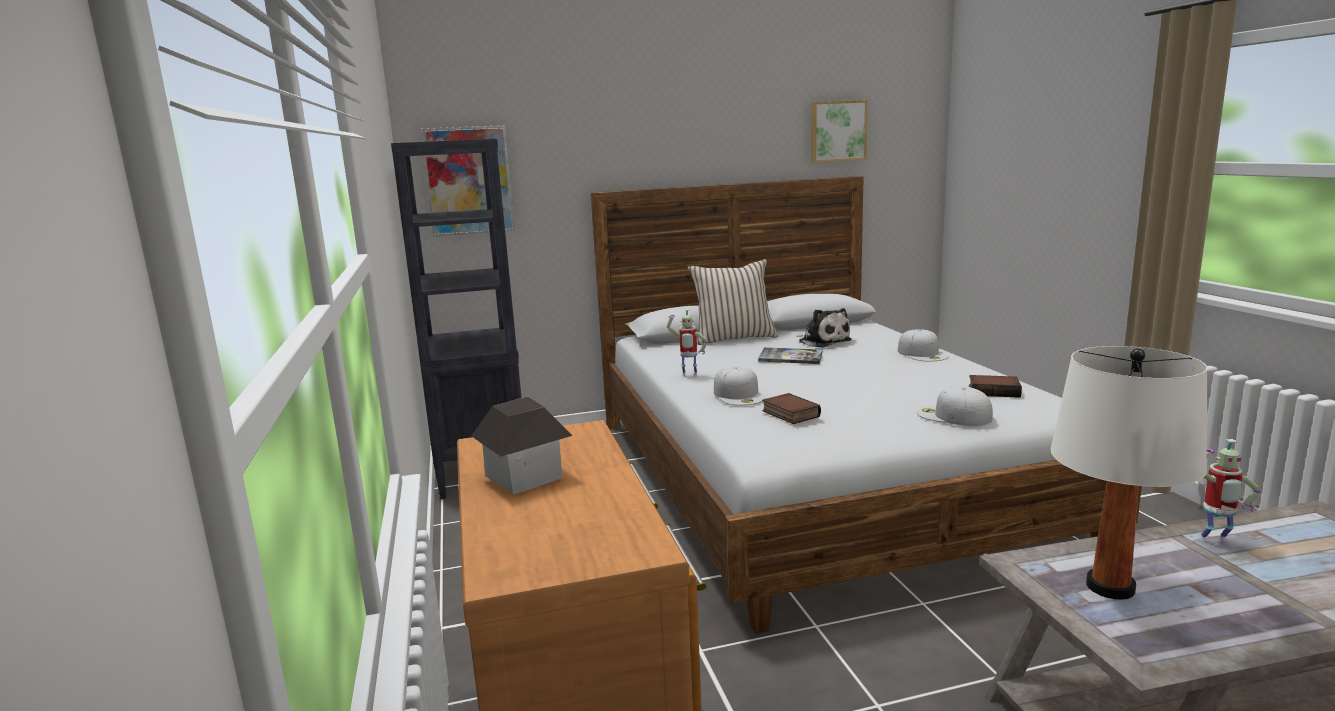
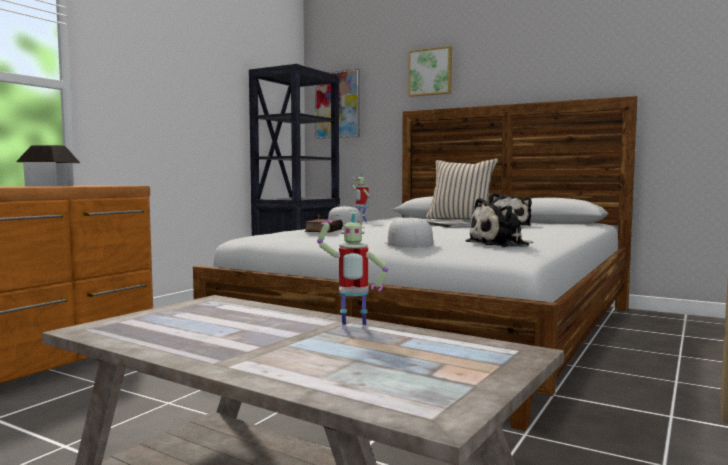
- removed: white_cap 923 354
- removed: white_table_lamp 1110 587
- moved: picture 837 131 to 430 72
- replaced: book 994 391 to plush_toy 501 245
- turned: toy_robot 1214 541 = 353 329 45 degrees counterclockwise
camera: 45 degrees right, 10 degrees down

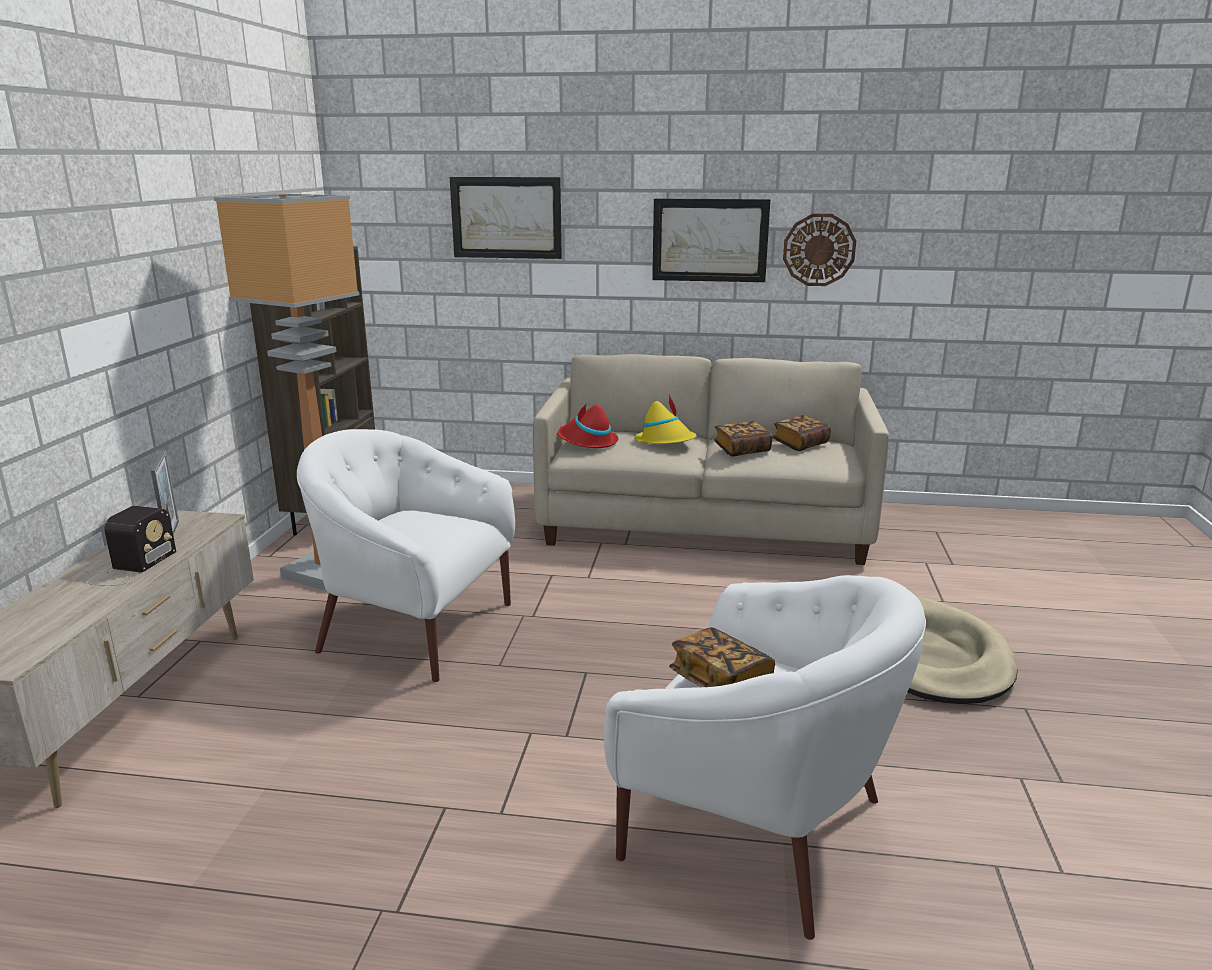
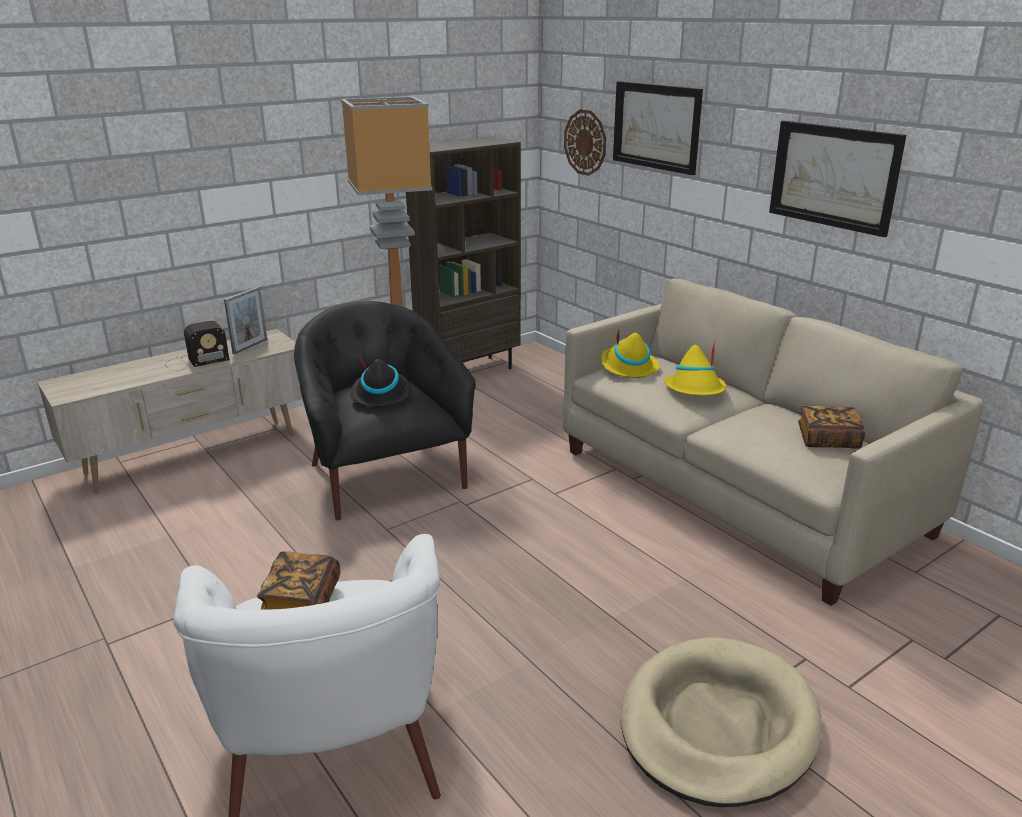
- removed: book 742 450
- added: black_hat 381 394
- moved: wall_clock 819 250 to 585 142
- recoloured: white_armchair 414 628 to black_armchair 385 476
- recoloured: red_hat 587 441 to yellow_hat 628 367
camera: 45 degrees right, 5 degrees up

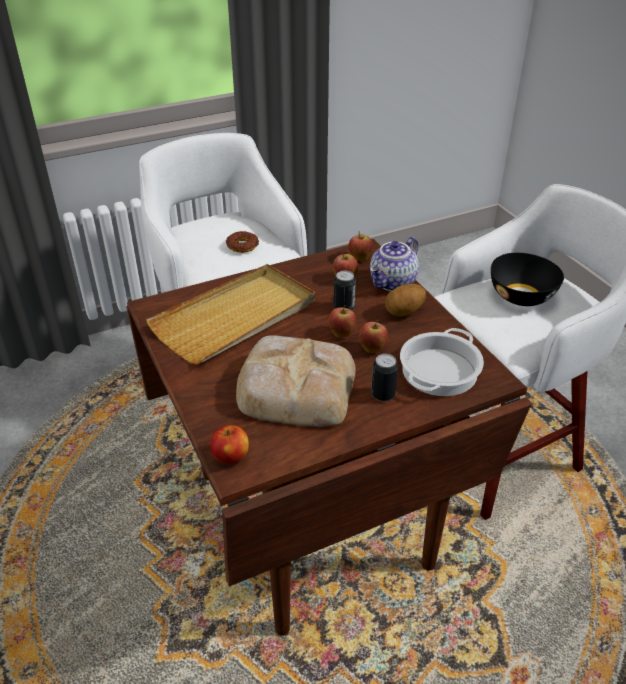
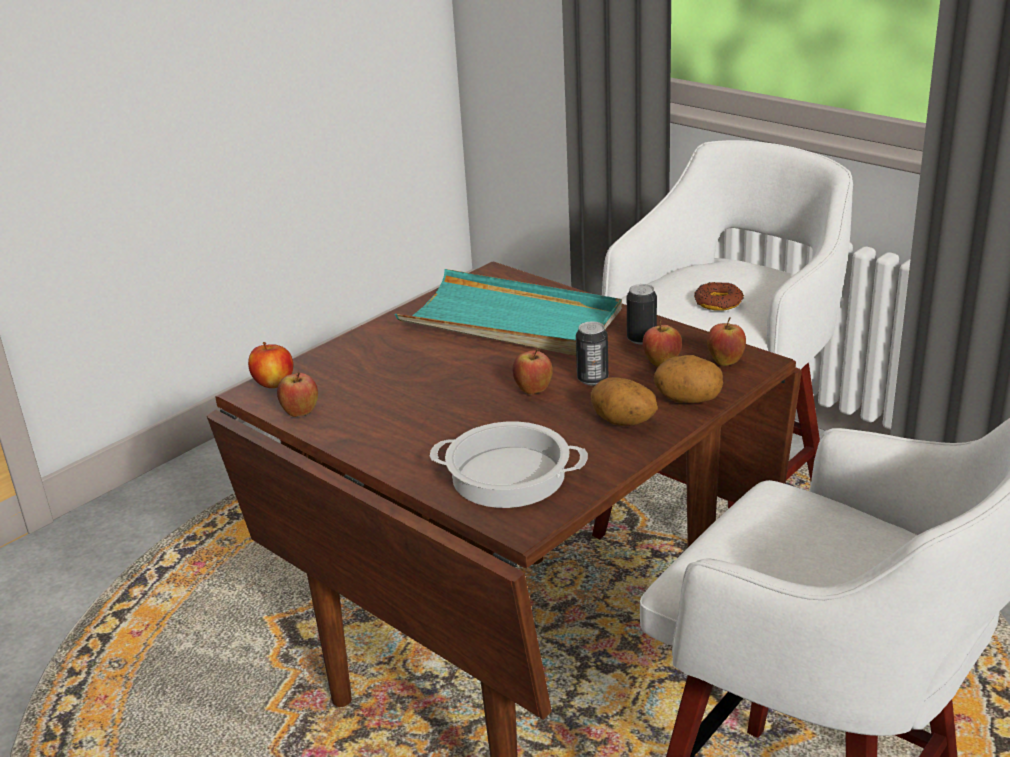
- removed: bread 294 387
- removed: black_bowl 522 296
- moved: apple 372 349 to 300 414
- moved: can 383 394 to 641 339
- replaced: teapot 393 283 to potato 688 400
- recoloured: beige_tray 236 317 to turquoise_tray 511 321
camera: 70 degrees right, 10 degrees down

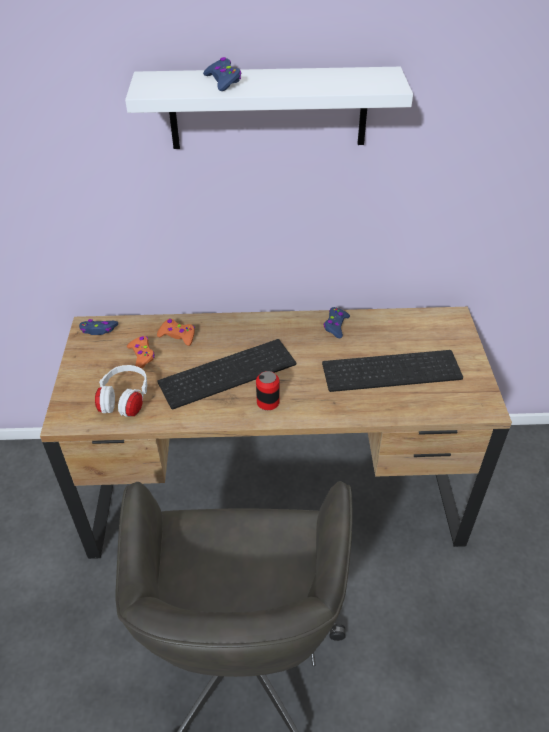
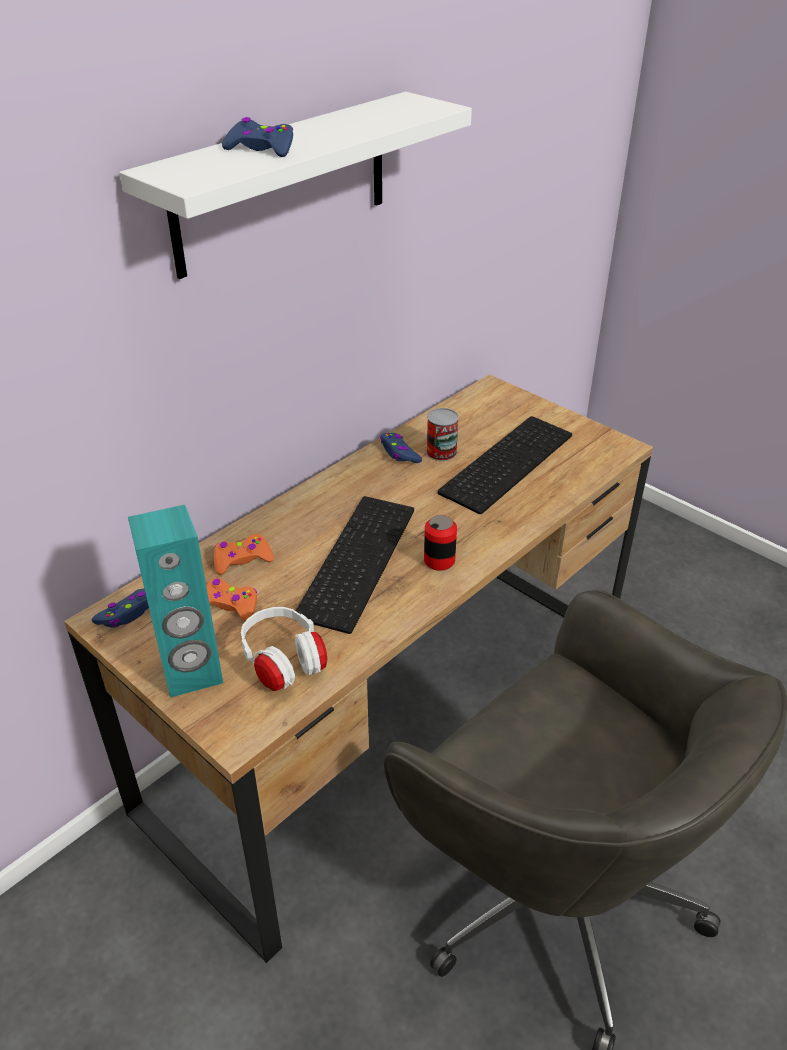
- added: turquoise_speaker 192 673
- added: can 441 452
camera: 45 degrees left, 5 degrees down

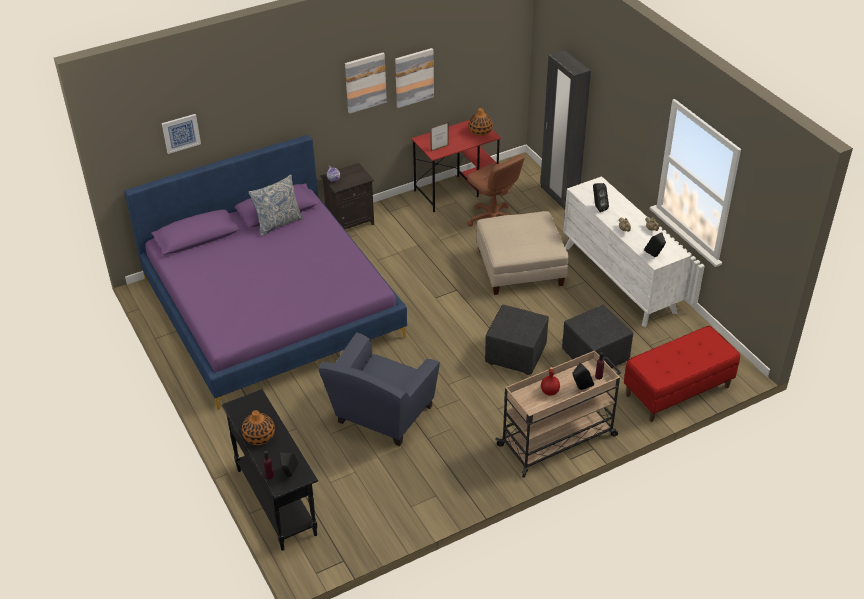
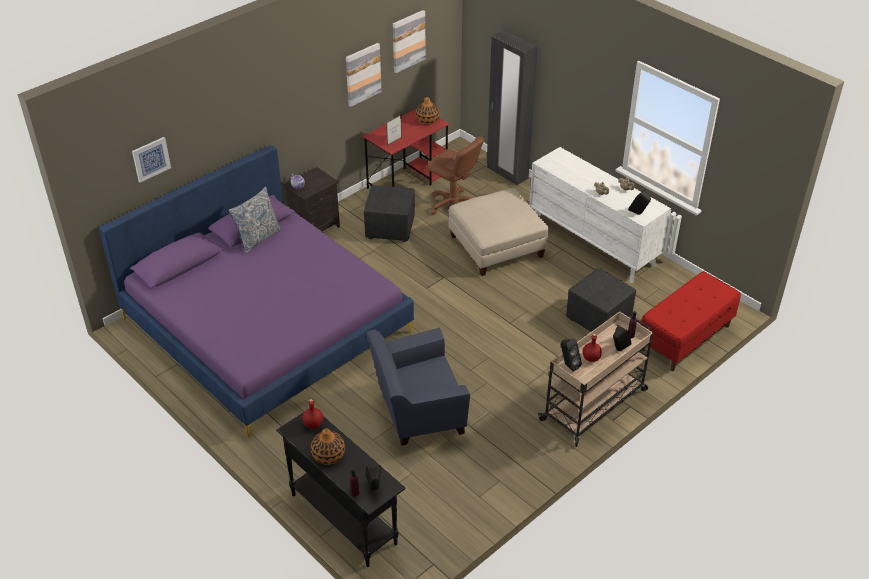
- added: red_bottle 313 424
- moved: picture 365 82 to 408 41
- moved: black_ottoman 515 355 to 389 228
- moved: black_speaker 598 207 to 568 365
- turned: blue_armchair 381 416 = 417 413 60 degrees clockwise
camera: 15 degrees left, 0 degrees up

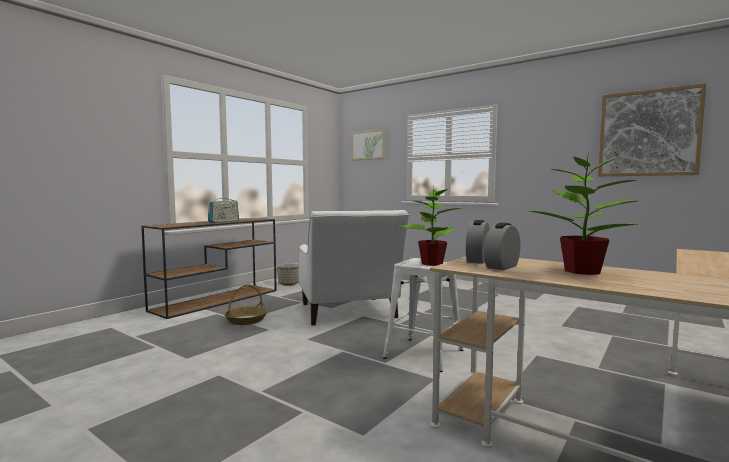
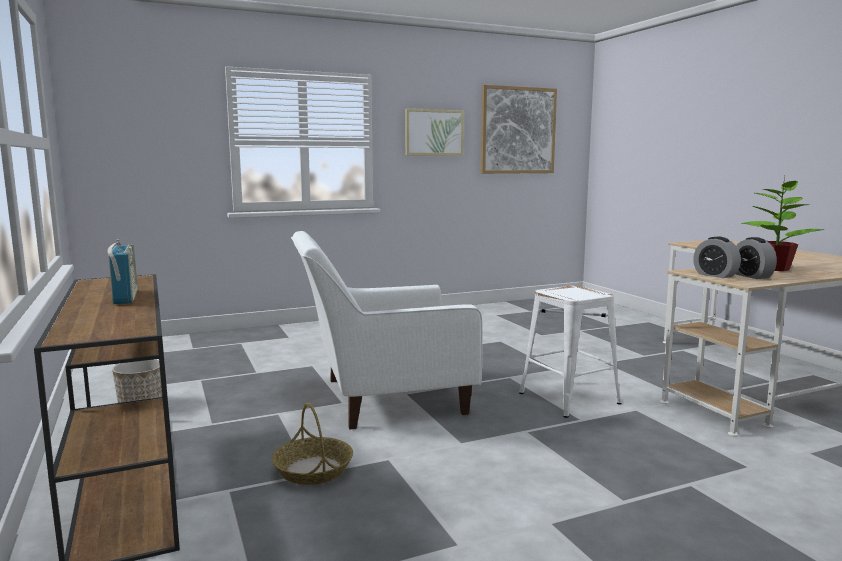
- removed: potted_plant 431 263
- moved: picture 368 145 to 434 132
- turned: white_armchair 349 313 = 382 398 150 degrees clockwise
camera: 60 degrees left, 5 degrees up

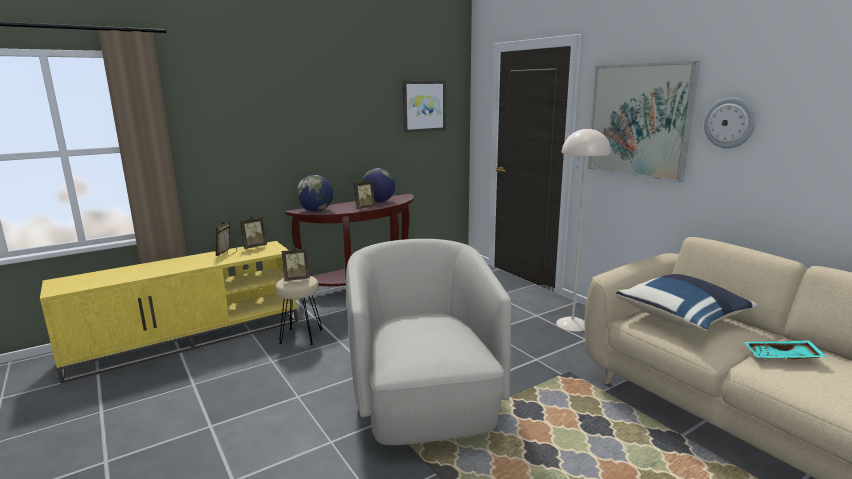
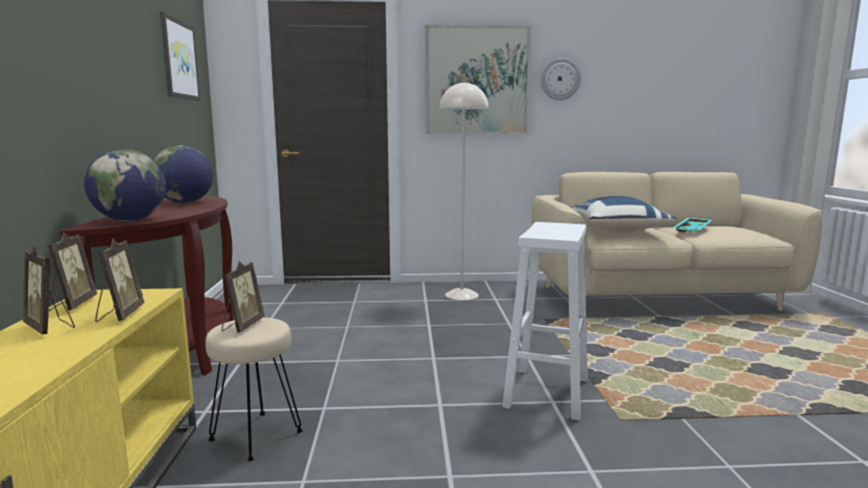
- moved: picture_frame 364 208 to 120 315
- replaced: beige_armchair 425 404 to white_stool 547 391
camera: 60 degrees left, 5 degrees down

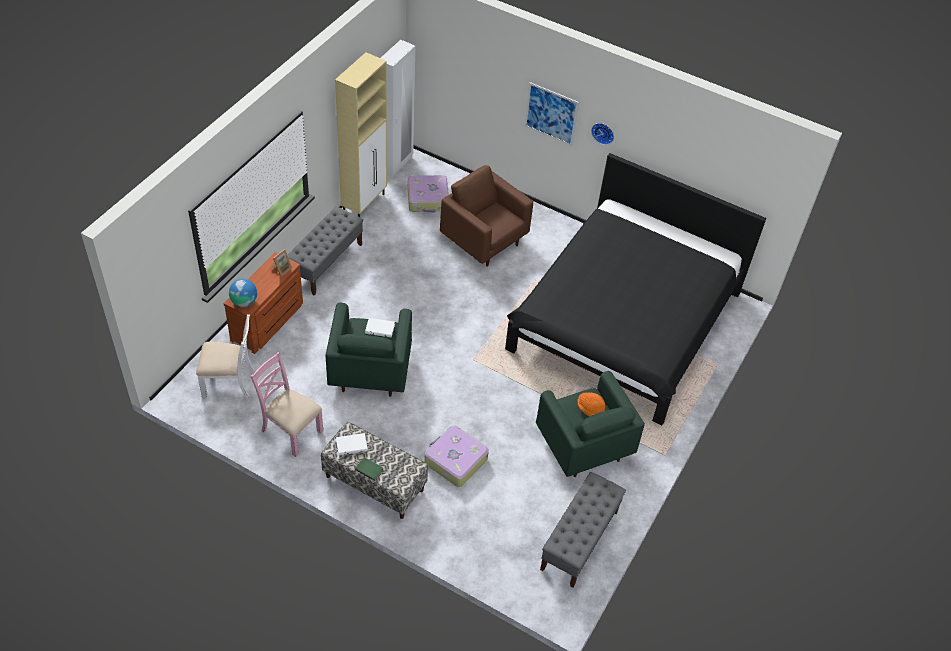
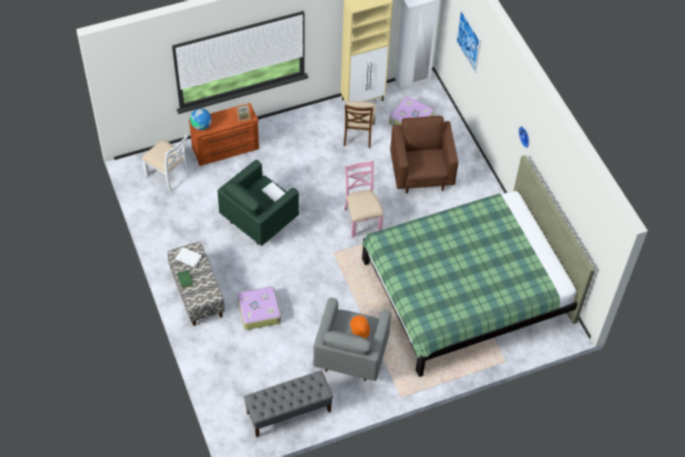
- removed: grey_bench 326 263
- added: brown_chair 358 134
- moved: pink_chair 291 430 to 362 219
- moved: picture 551 114 to 468 40
- recoloured: black_bed 624 321 to green_bed 466 290
- recoloured: green_armchair 583 446 to grey_armchair 350 355
camera: 40 degrees right, 5 degrees up

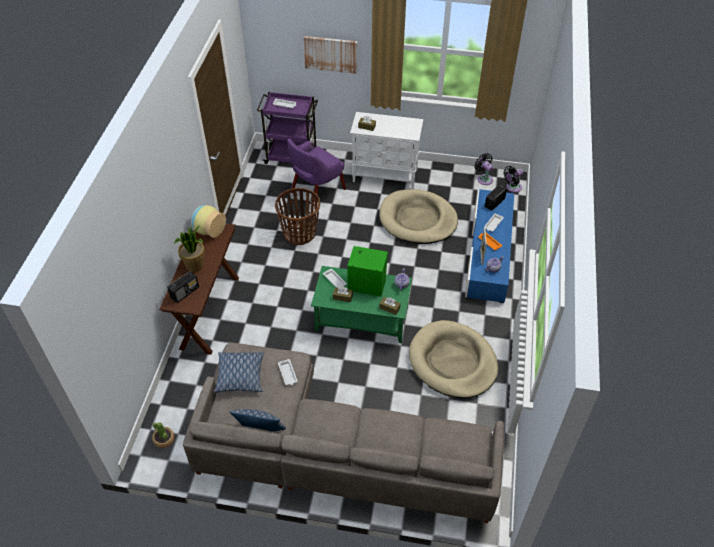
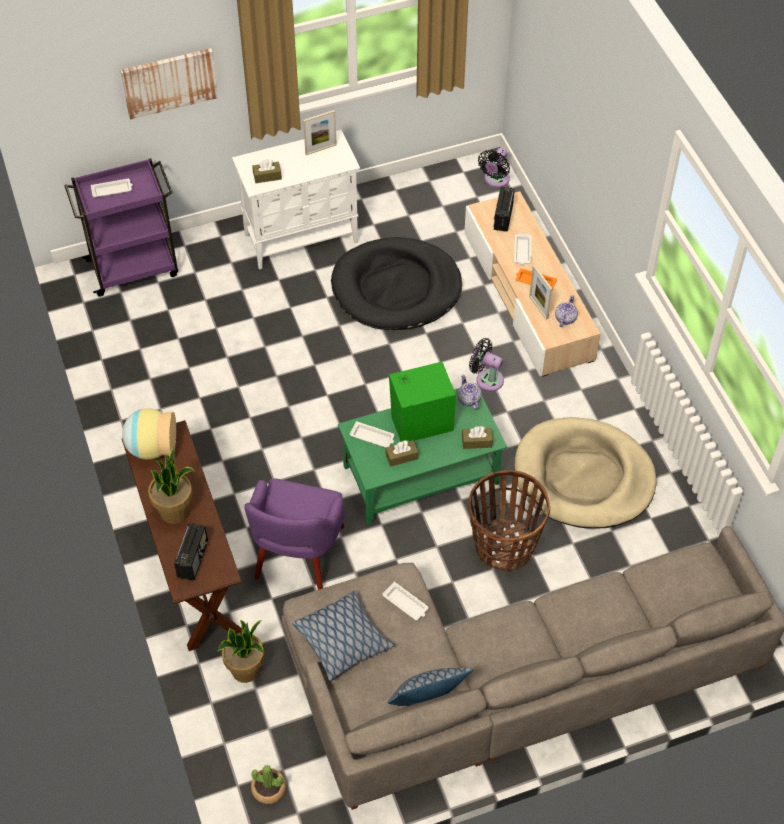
- added: potted_plant 246 670
- added: picture_frame 321 149
- moved: basket 299 233 to 504 545
- moved: purple_armchair 317 191 to 298 554
- moved: black_fan 484 178 to 487 379
- recoloured: beige_dog_bed 417 219 to black_dog_bed 396 288
- recoloured: blue_tv_stand 488 253 to beige_tv_stand 527 296
camera: 30 degrees left, 5 degrees up

